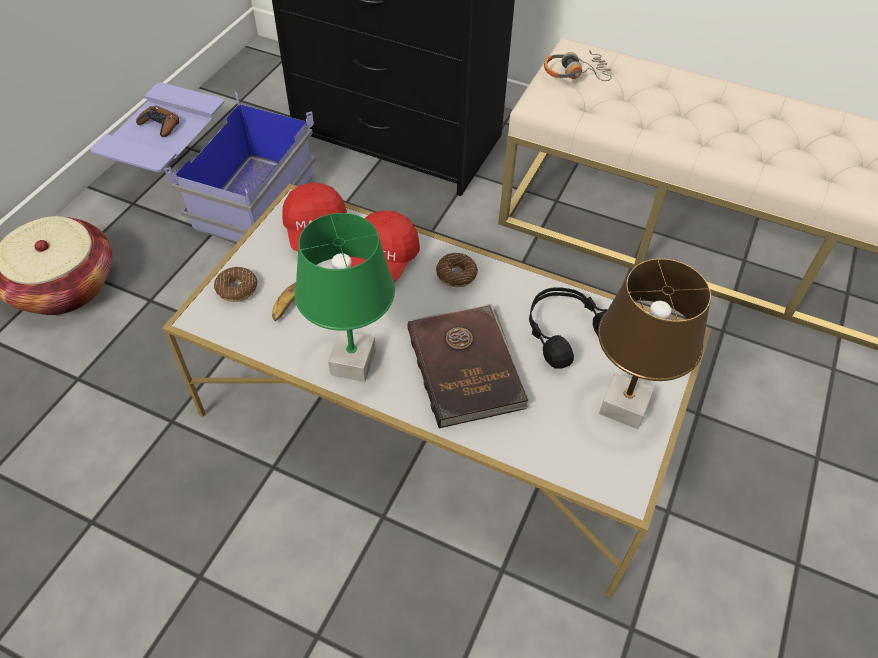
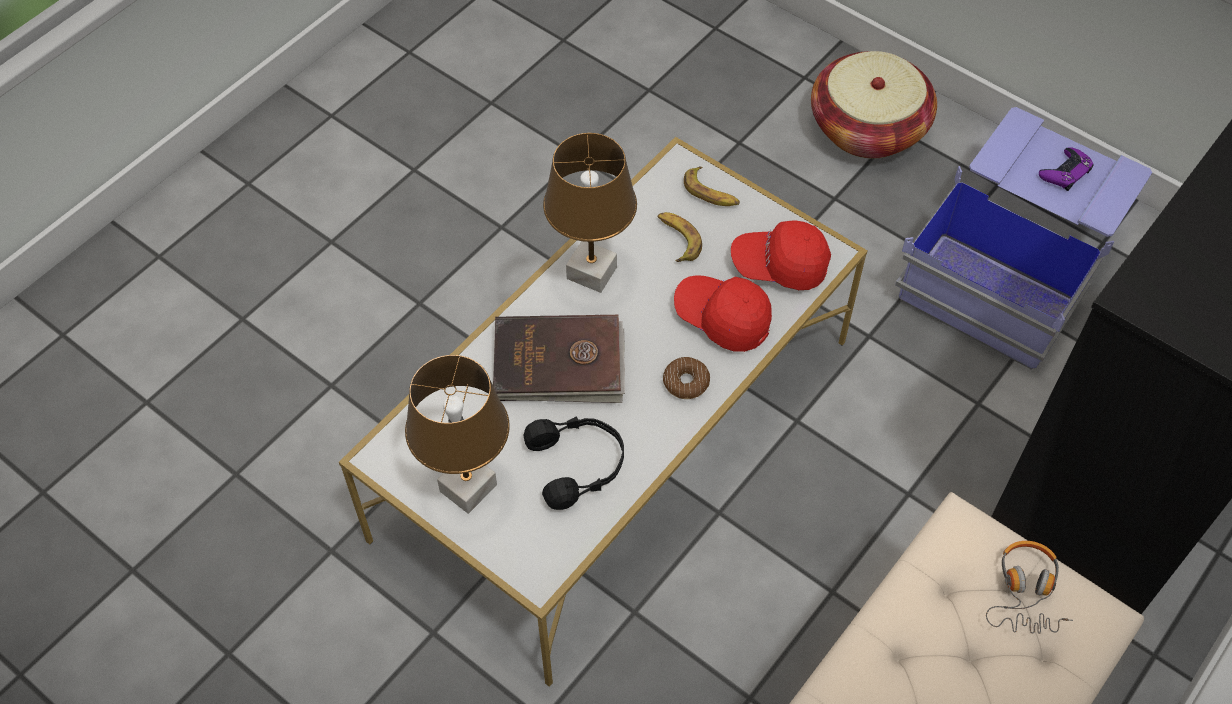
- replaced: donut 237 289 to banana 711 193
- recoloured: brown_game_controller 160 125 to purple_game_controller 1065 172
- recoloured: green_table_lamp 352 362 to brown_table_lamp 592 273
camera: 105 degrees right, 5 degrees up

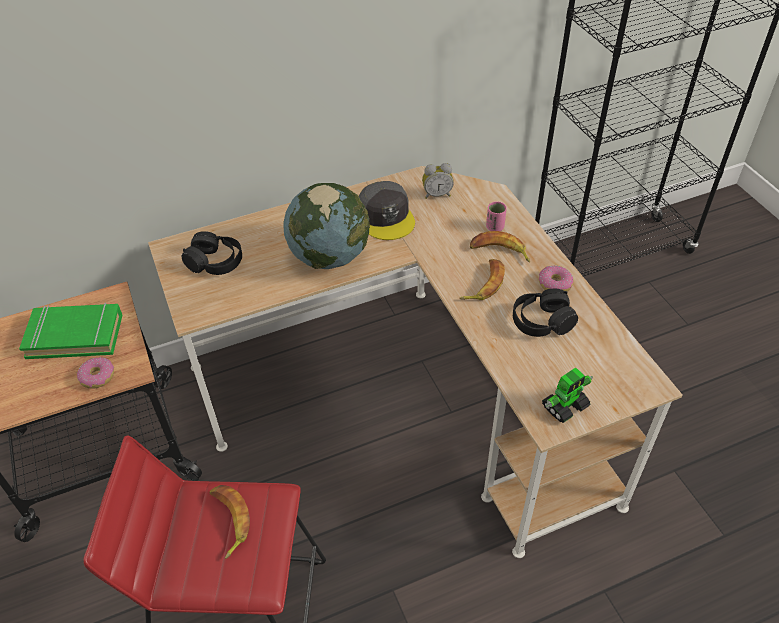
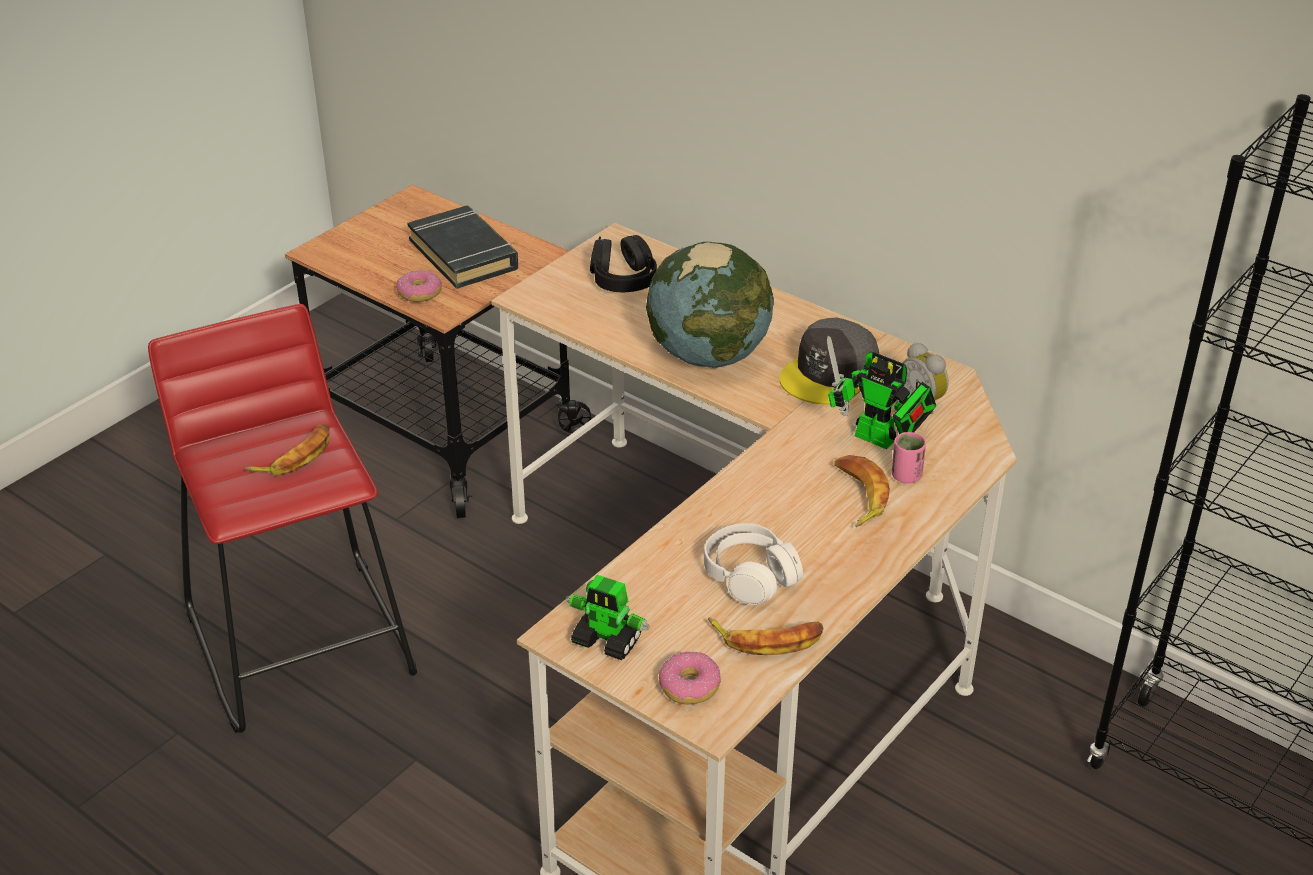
- added: toy_robot 880 440
- moved: banana 484 284 to 768 639
- moved: donut 554 284 to 689 686
- recoloured: green_book 75 335 to black_book 464 254
- recoloured: black_headphones 542 321 to white_headphones 750 576
camera: 60 degrees right, 10 degrees down

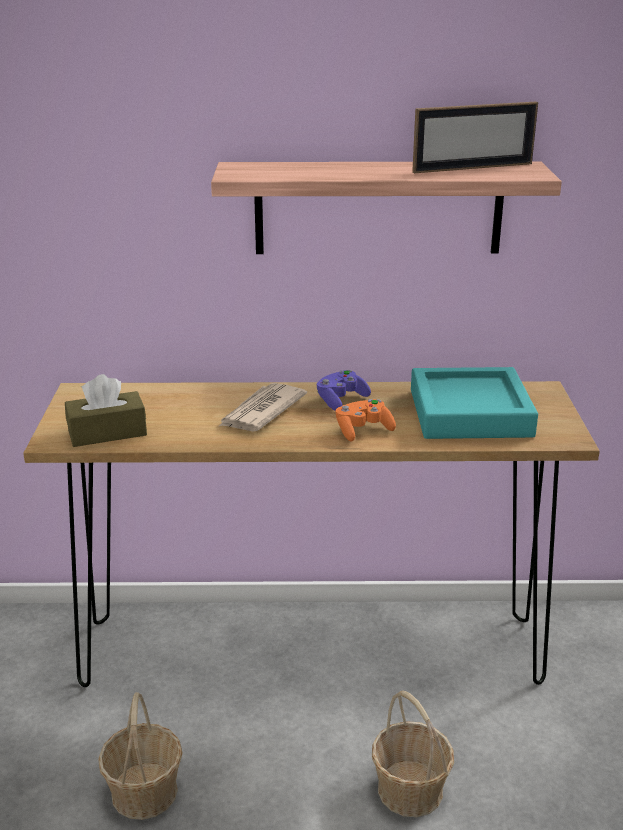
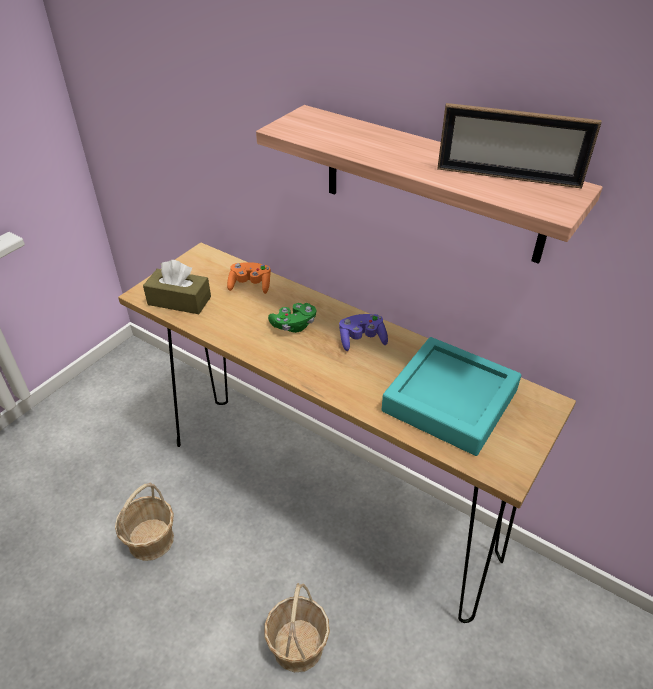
- moved: orange_game_controller 363 430 to 250 285
- replaced: newspaper 261 411 to green_game_controller 293 325
camera: 35 degrees right, 15 degrees up

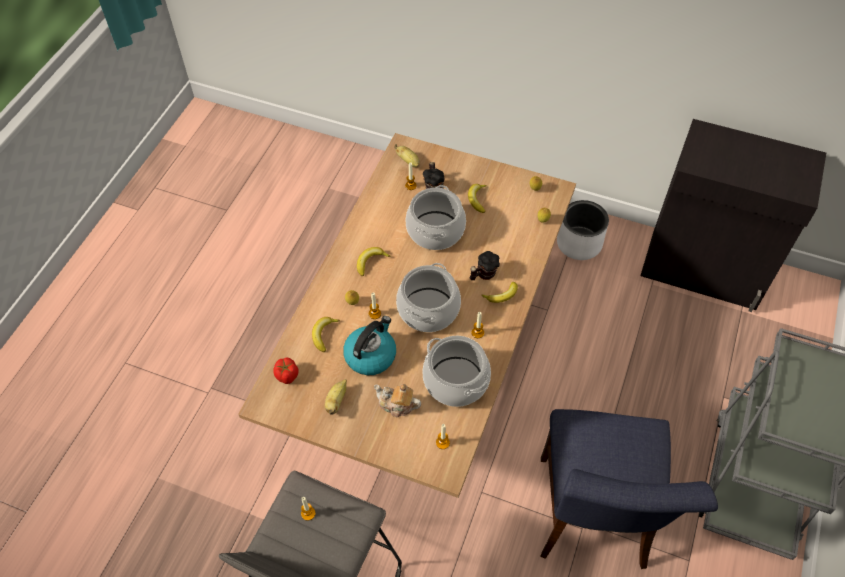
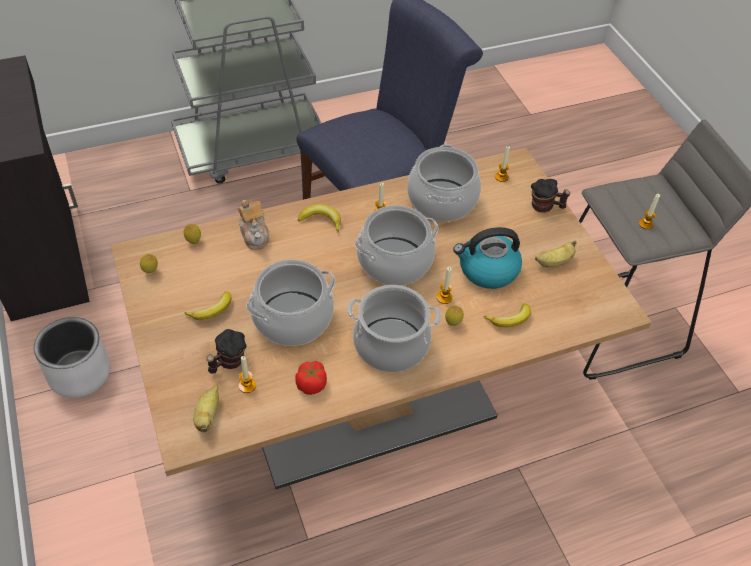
- moved: tomato 287 375 to 311 384
- moved: teapot 397 405 to 254 234
- moved: mug 483 275 to 545 207
- replaced: banana 370 262 to cooking_pot 390 345
camera: 135 degrees left, 5 degrees down

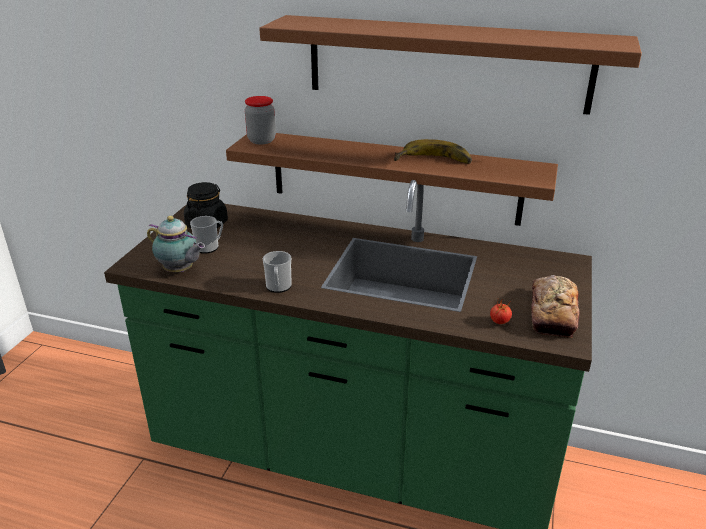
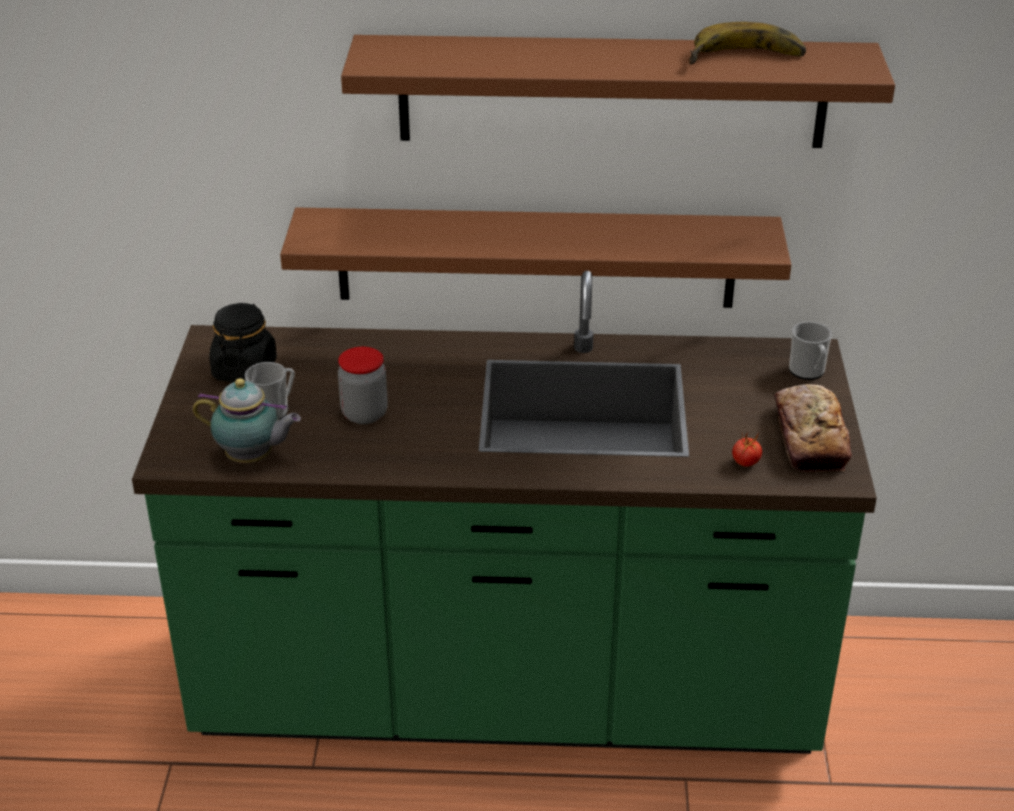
- moved: jar 261 140 to 364 414
- moved: mug 278 287 to 808 372
- moved: banana 433 162 to 746 60
camera: 15 degrees left, 5 degrees up

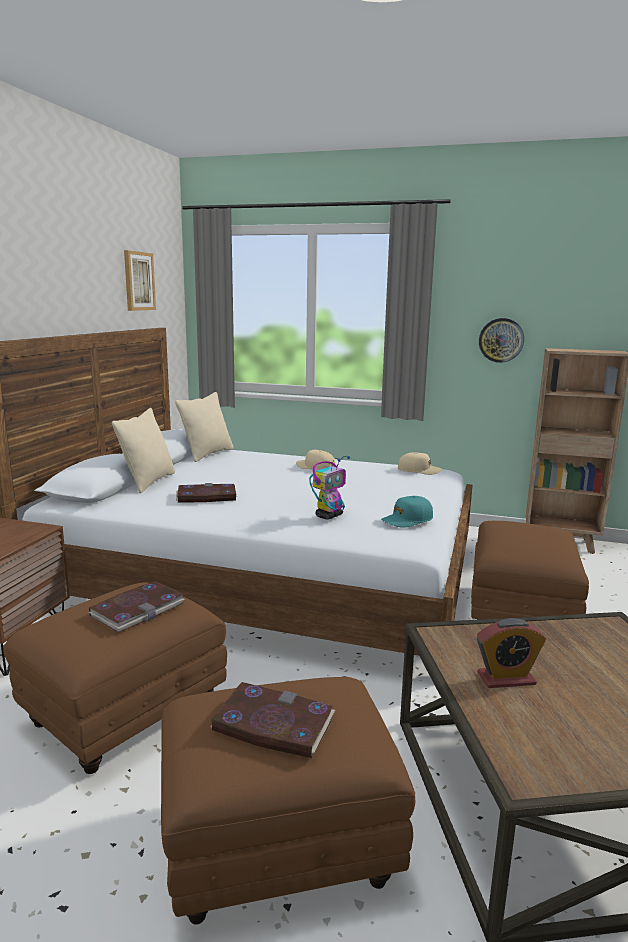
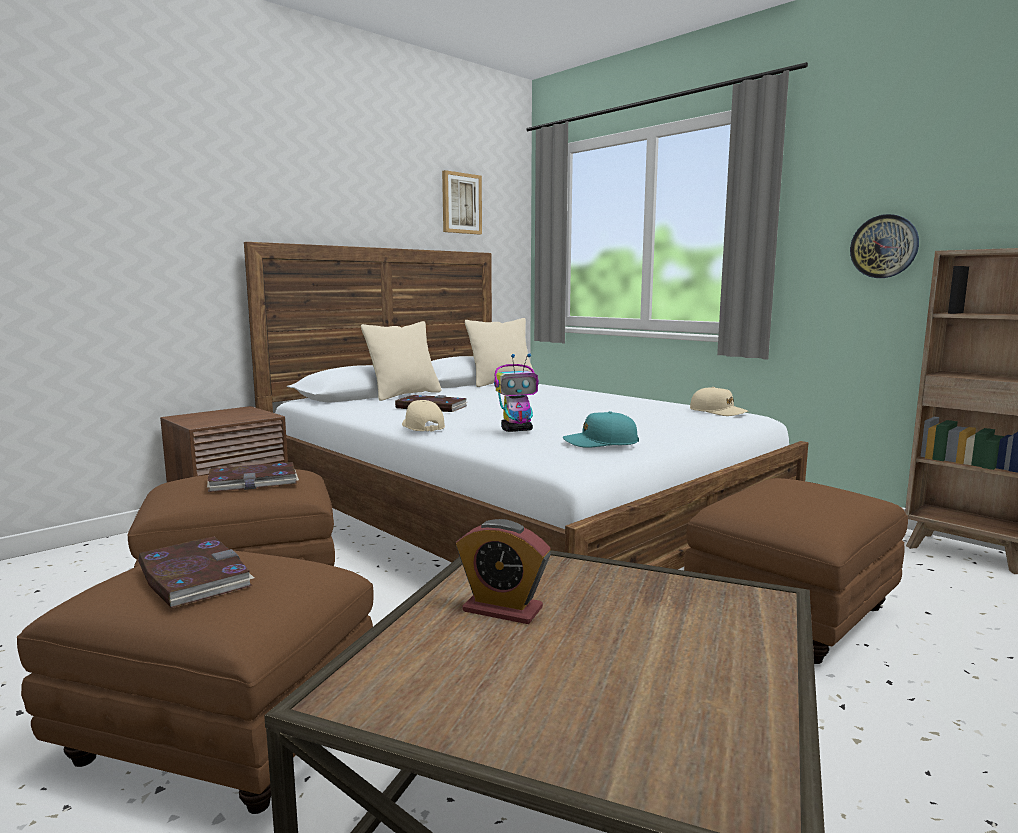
- moved: beige_cap 315 467 to 422 426
camera: 30 degrees right, 5 degrees down

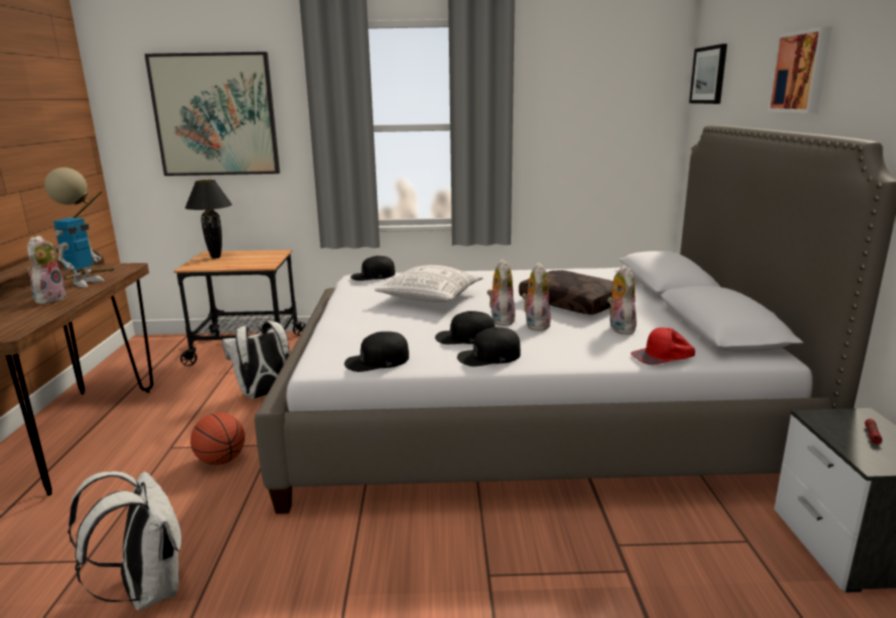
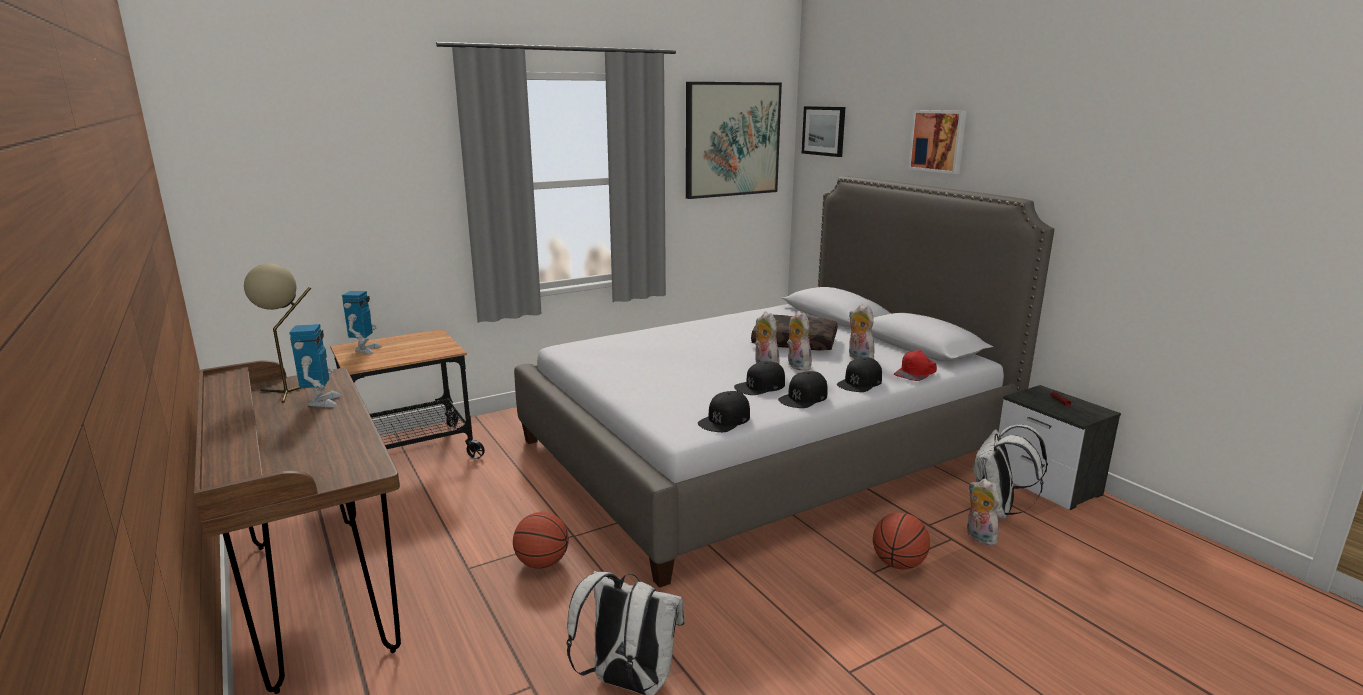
- removed: pillow 430 298
- added: basketball 898 564
- moved: plush_toy 50 299 to 978 537
- moved: picture 215 115 to 732 139
- moved: white_backpack 264 395 to 996 511
- moved: black_cap 373 275 to 860 382
- replaced: black_table_lamp 216 257 to toy_robot 365 350
camera: 30 degrees left, 0 degrees up

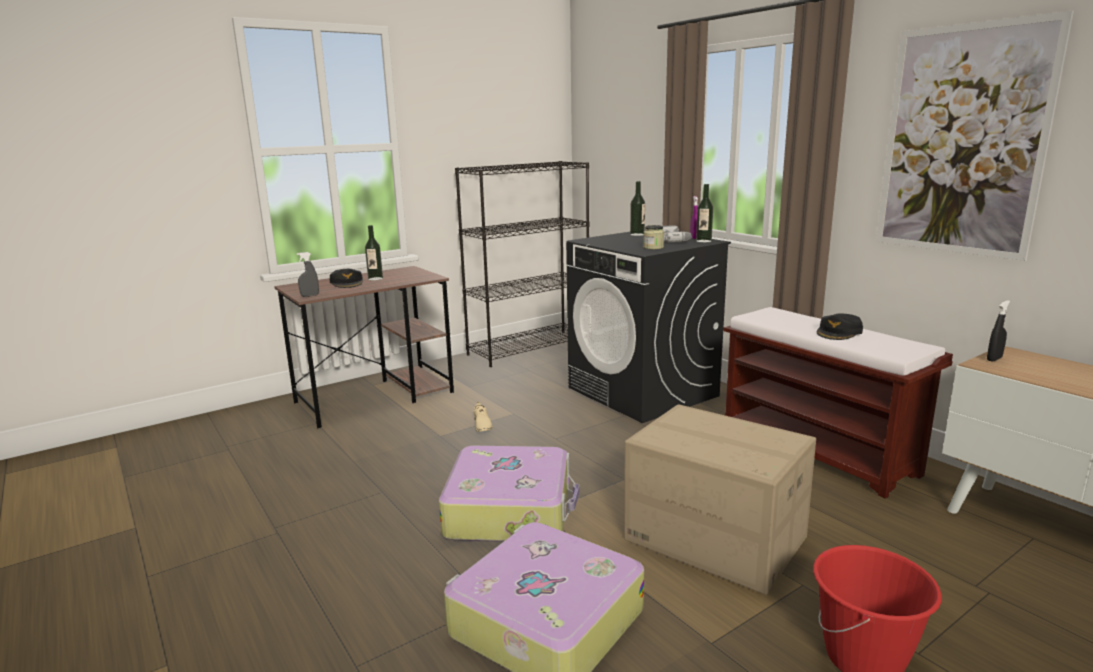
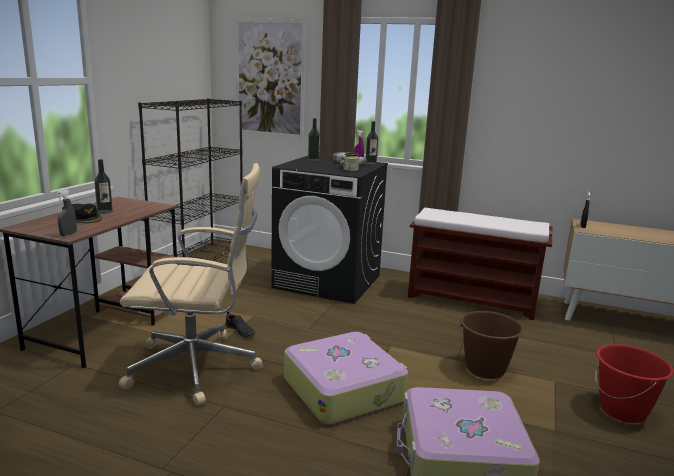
- removed: black_cap 839 332
- added: beige_office_chair 198 368
- moved: picture 962 141 to 270 78
- replaced: cardboard_box 713 539 to brown_bucket 485 369
- recoloured: beige_shoe 482 425 to black_shoe 240 331
camera: 35 degrees left, 0 degrees up

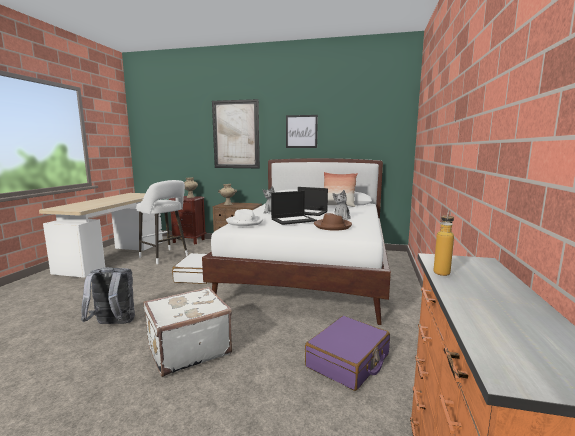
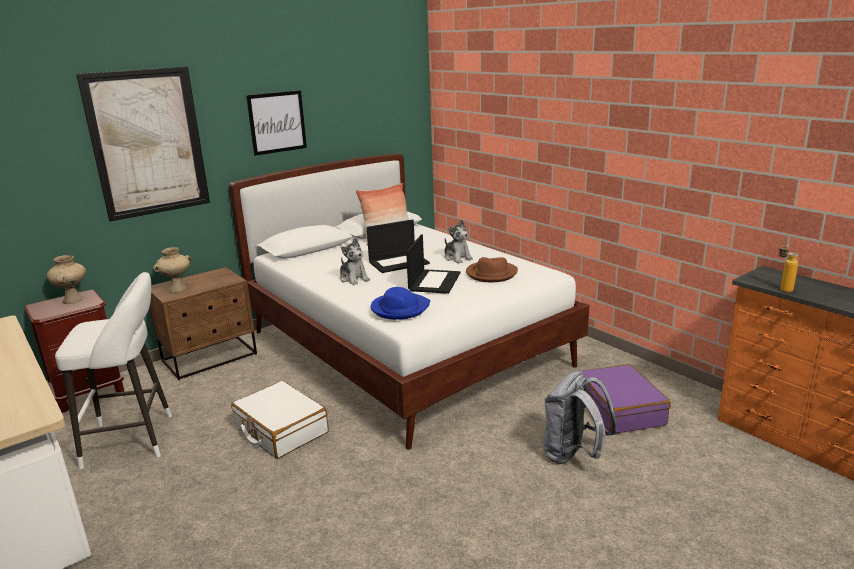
- removed: white_suitcase 188 349
- moved: grey_backpack 113 325 to 573 455
- recoloured: white_hat 245 222 to blue_hat 399 308
camera: 50 degrees left, 10 degrees up

